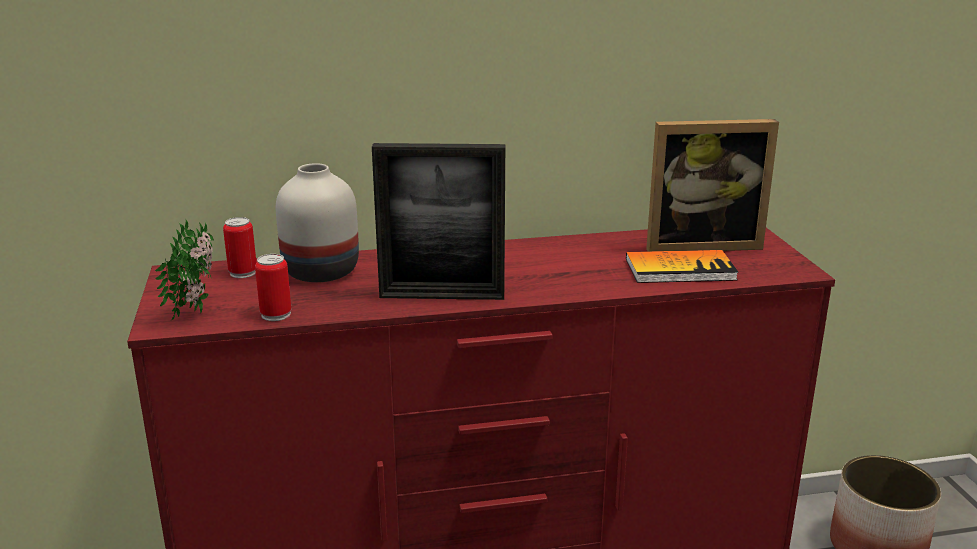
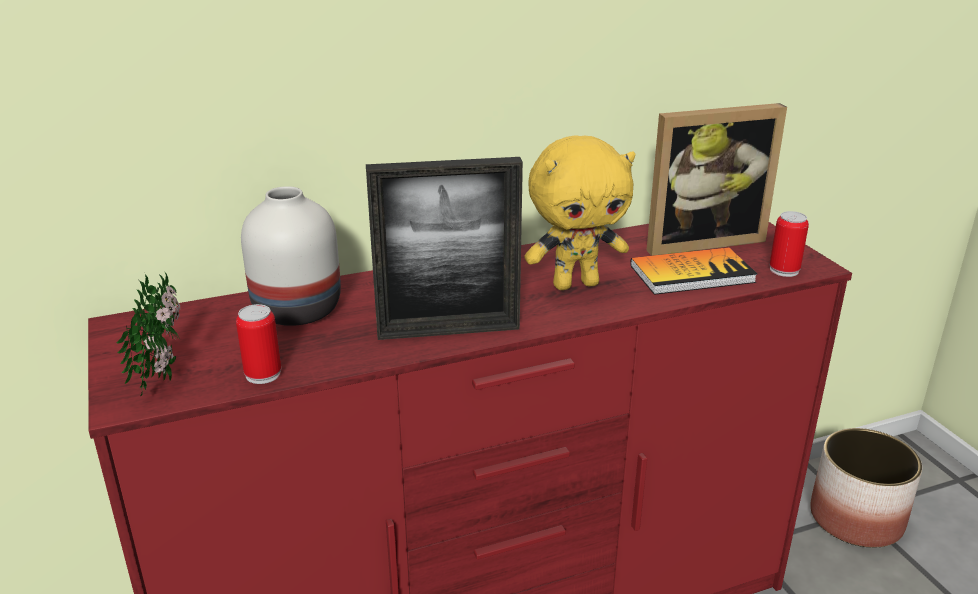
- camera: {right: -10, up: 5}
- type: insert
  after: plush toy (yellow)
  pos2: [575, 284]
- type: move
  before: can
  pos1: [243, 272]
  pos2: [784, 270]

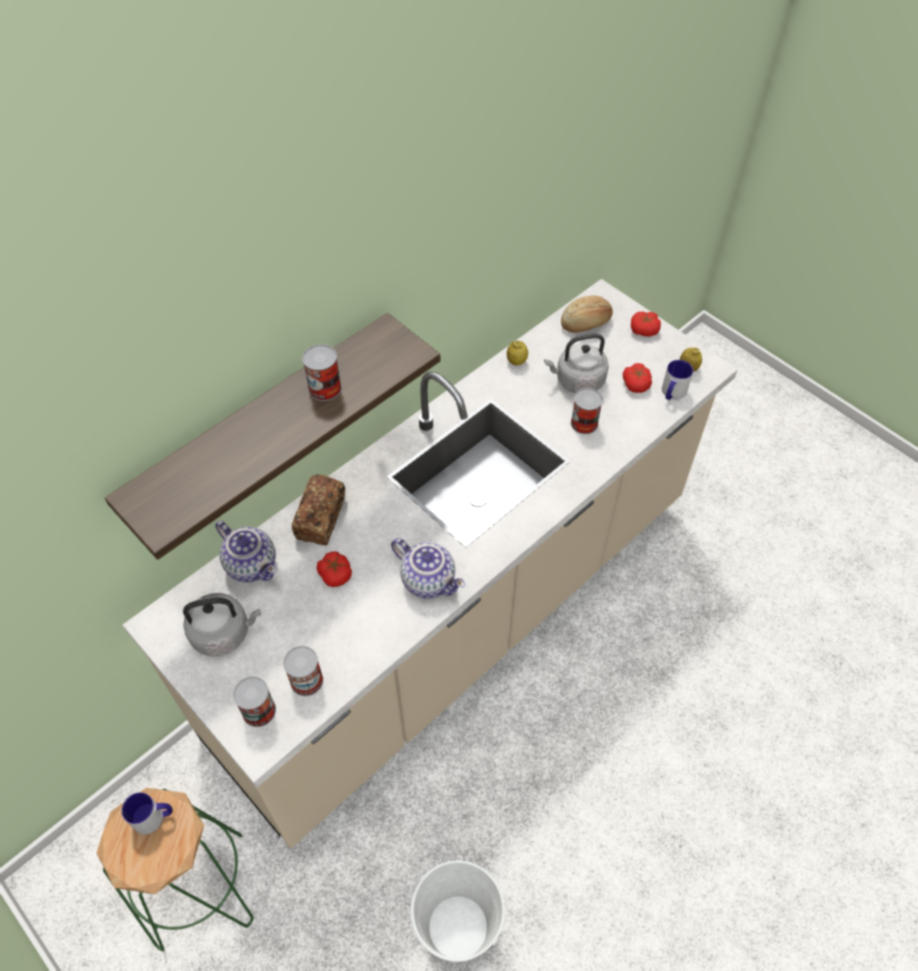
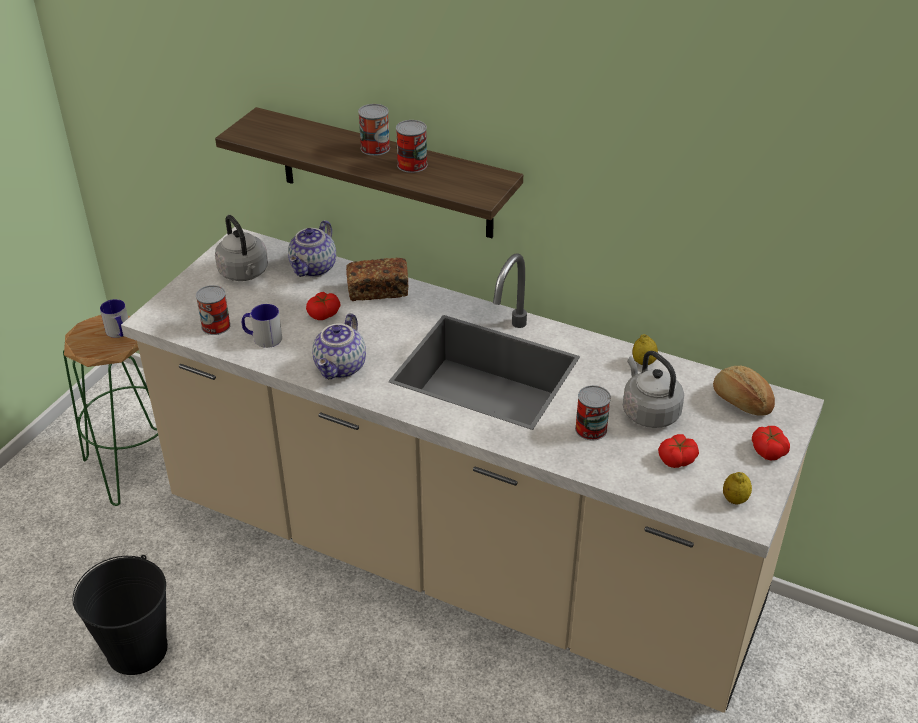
- camera: {right: 70, up: -15}
- type: move
  before: can
  pos1: [259, 711]
  pos2: [375, 148]
- type: move
  before: mug
  pos1: [672, 393]
  pos2: [262, 338]
- type: recolor
  before: bucket (white)
  after: bucket (black)
  pos1: [458, 927]
  pos2: [138, 649]

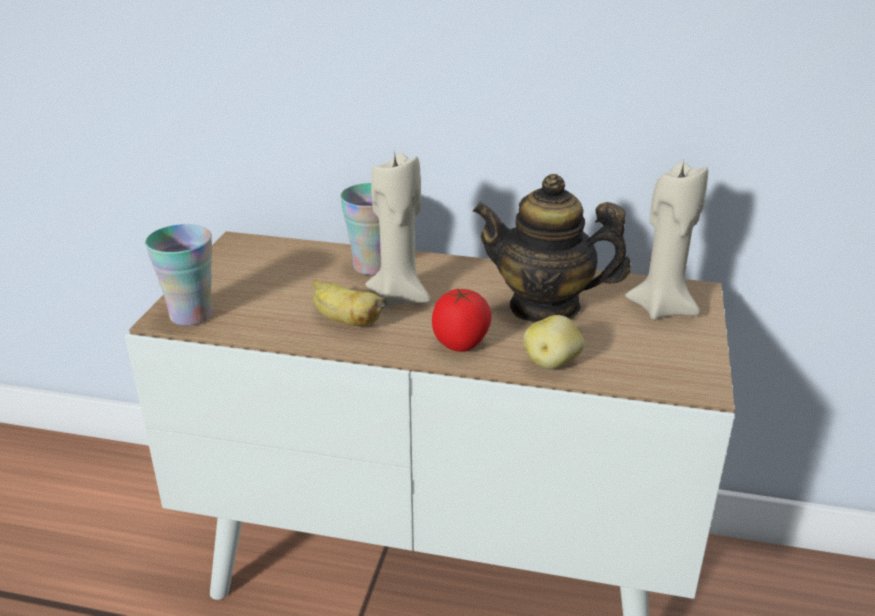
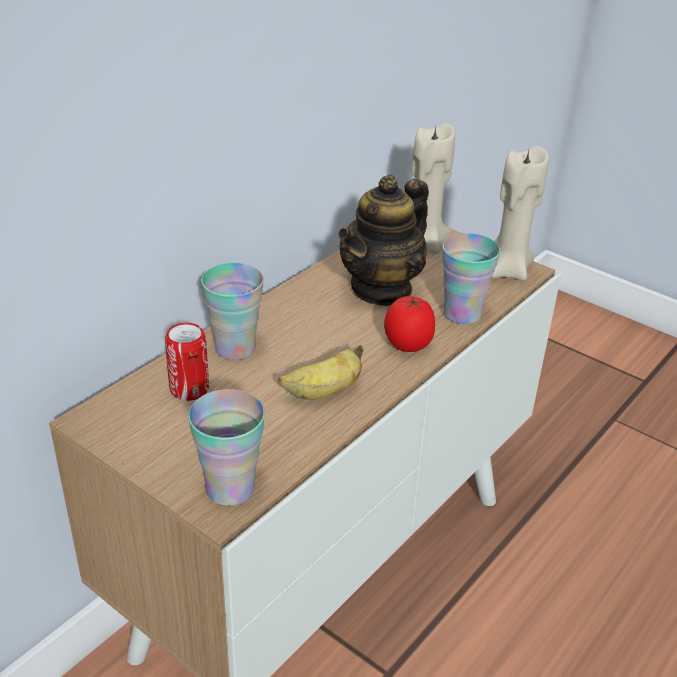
- camera: {right: -65, up: 5}
- type: insert
  after: can
  pos2: [189, 389]
- type: move
  before: candle (beige)
  pos1: [399, 296]
  pos2: [506, 271]
- type: replace
  before: potato
  after: cup
  pos1: [552, 362]
  pos2: [462, 314]

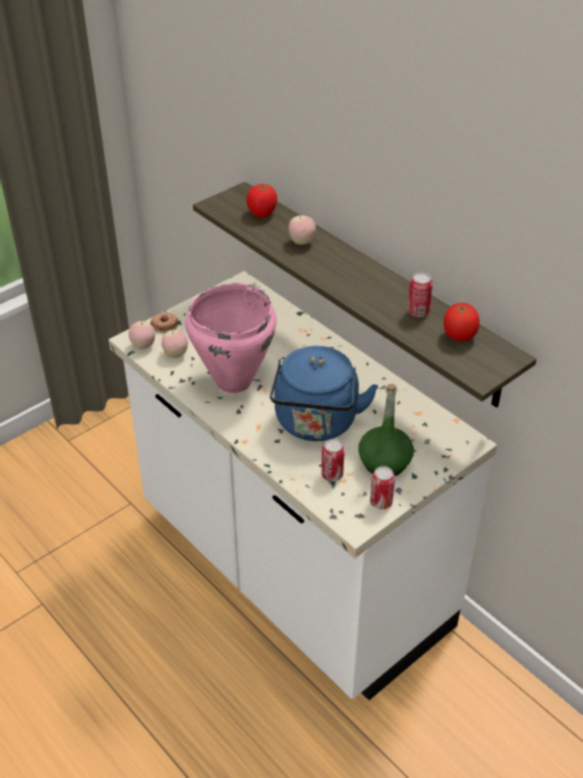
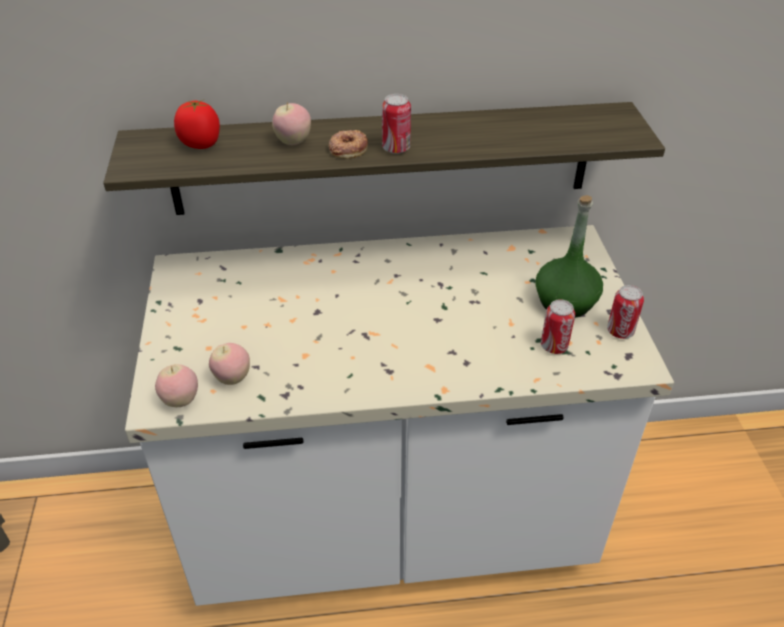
- camera: {right: -55, up: 0}
- type: delete
  before: cooking pot (pink)
  pos1: [233, 381]
- type: delete
  before: kettle (blue)
  pos1: [316, 424]
- type: delete
  before: tomato
  pos1: [459, 335]
- type: move
  before: donut
  pos1: [164, 324]
  pos2: [348, 148]
- type: move
  before: can
  pos1: [418, 312]
  pos2: [396, 148]

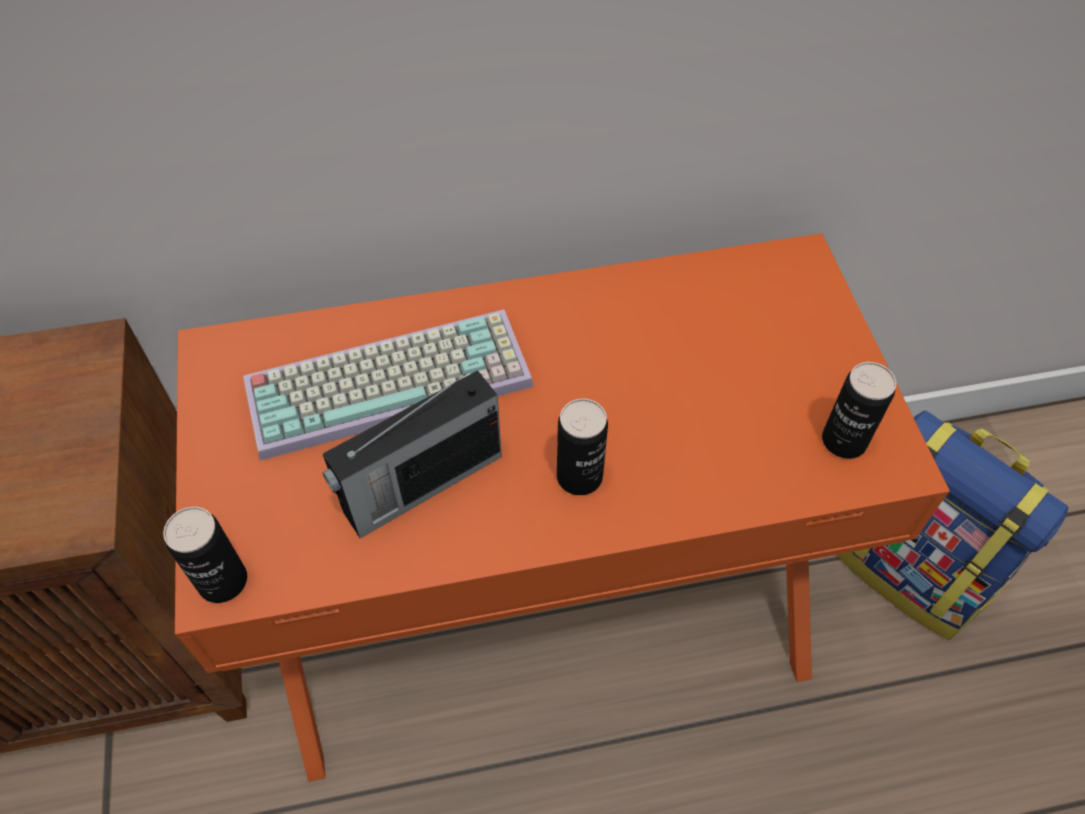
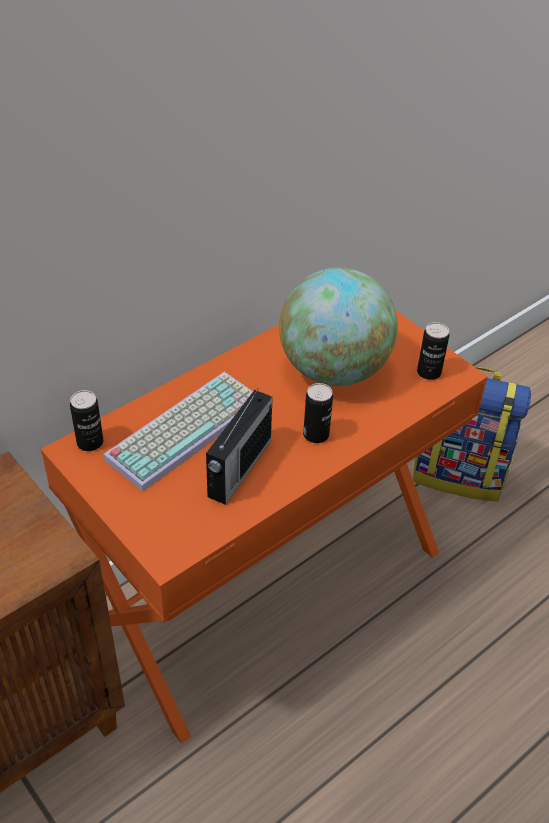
- camera: {right: -30, up: -10}
- type: insert
  after: globe
  pos2: [333, 370]
- type: move
  before: can
  pos1: [223, 581]
  pos2: [90, 442]

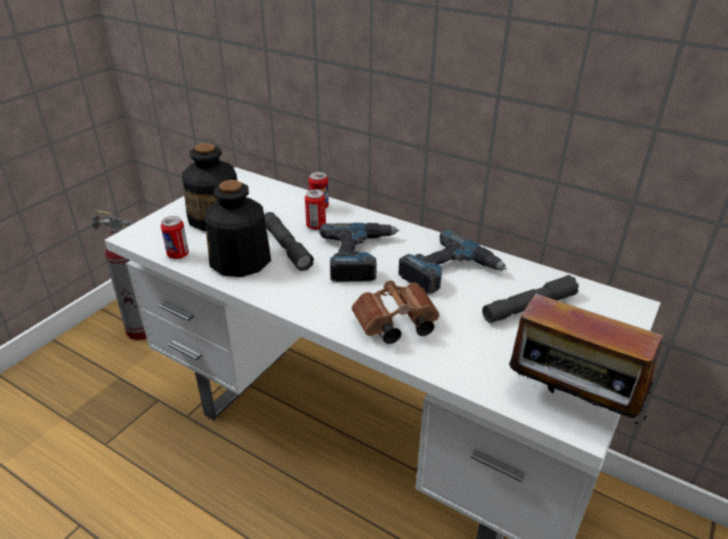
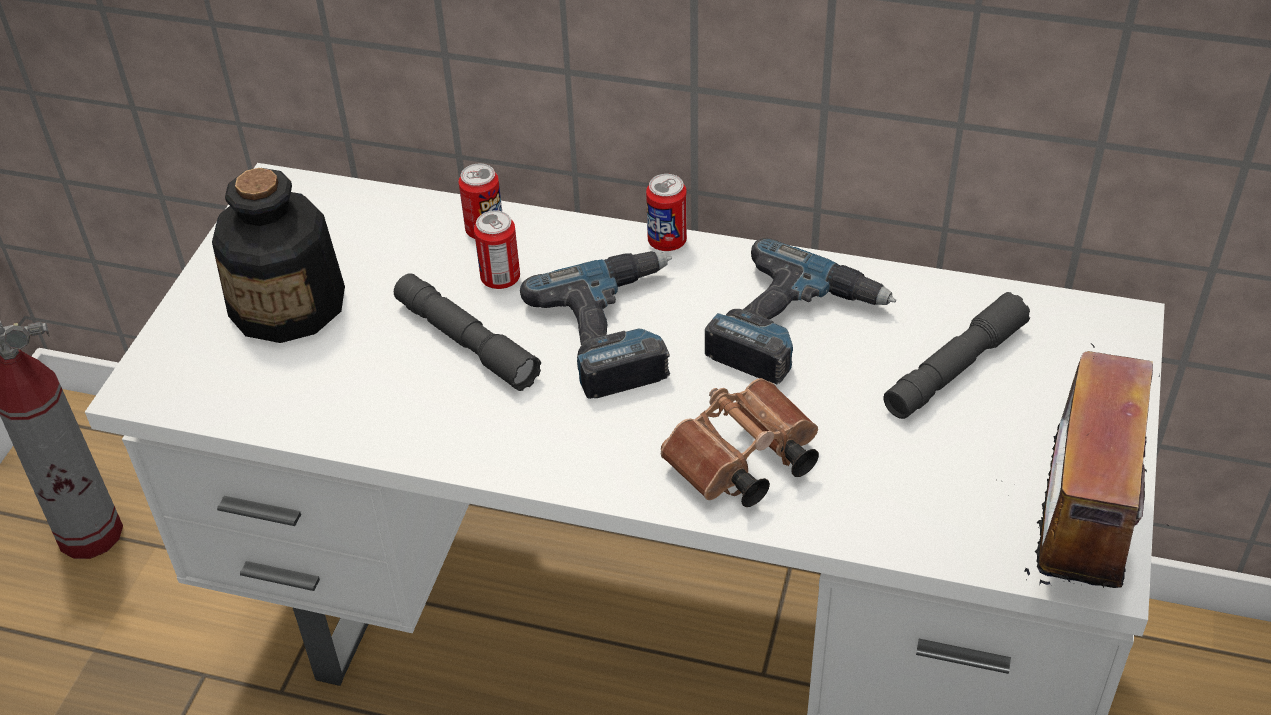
- camera: {right: -15, up: 10}
- type: delete
  before: bottle
  pos1: [241, 261]
- type: move
  before: can
  pos1: [178, 255]
  pos2: [667, 241]
- type: rotate
  before: radio
  pos1: [569, 405]
  pos2: [1074, 542]
  turn: 90

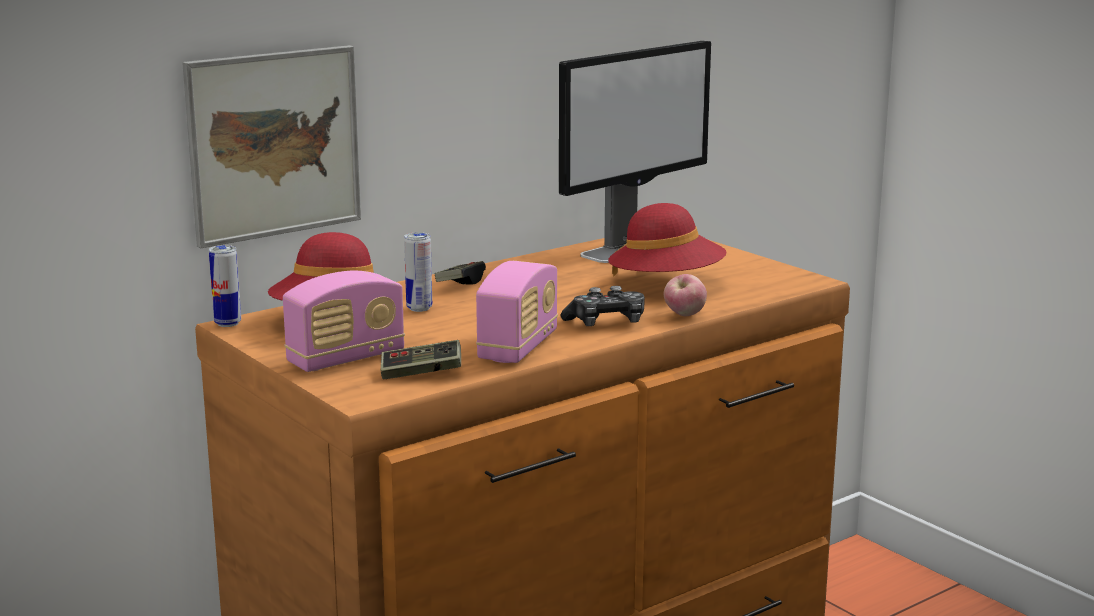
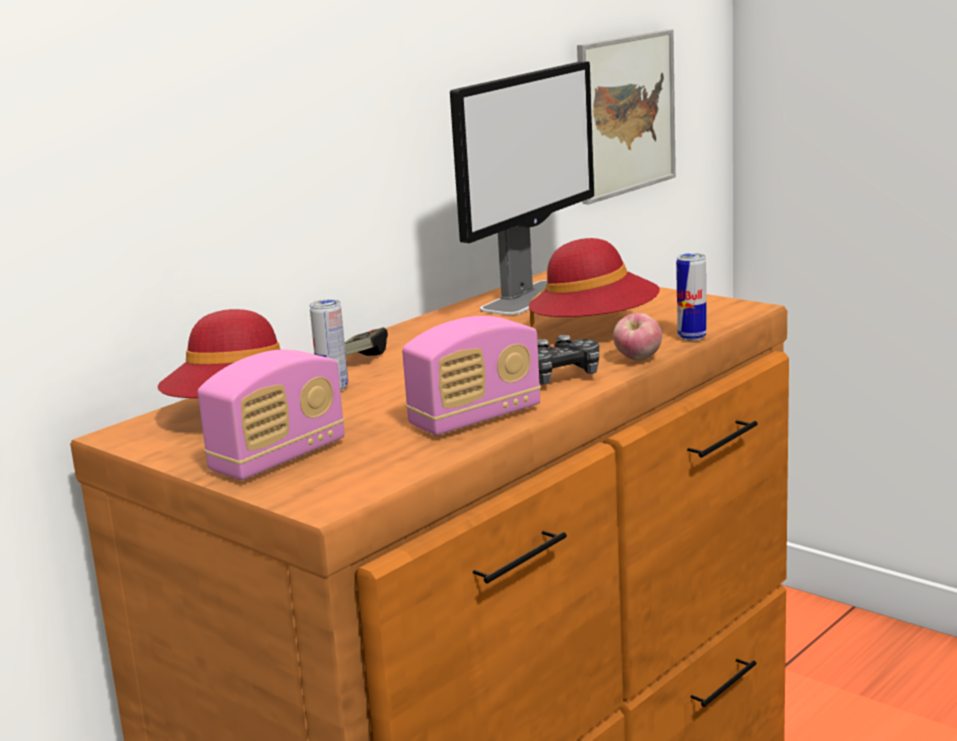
- camera: {right: -10, up: 0}
- type: delete
  before: game controller
  pos1: [421, 373]
- type: move
  before: picture
  pos1: [274, 144]
  pos2: [625, 114]
- type: move
  before: can
  pos1: [228, 323]
  pos2: [692, 337]
- type: rotate
  before: radio
  pos1: [518, 347]
  pos2: [475, 418]
  turn: 45

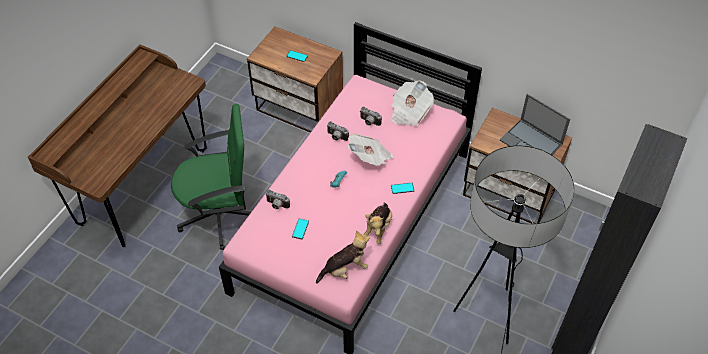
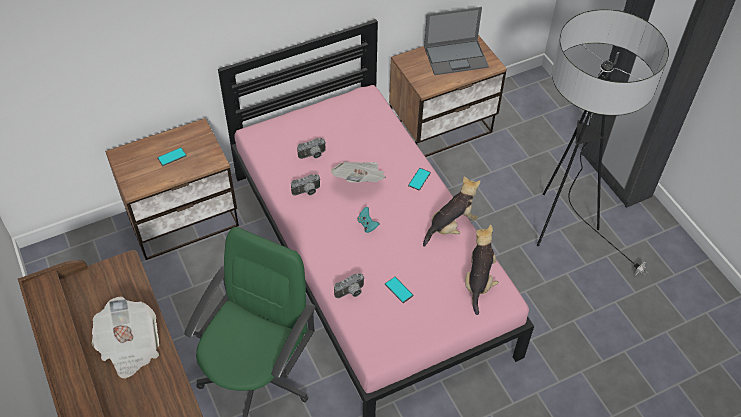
- camera: {right: -55, up: 0}
- type: move
  before: newspaper
  pos1: [409, 112]
  pos2: [129, 346]
- type: rotate
  before: plush toy
  pos1: [378, 228]
  pos2: [451, 226]
  turn: -90

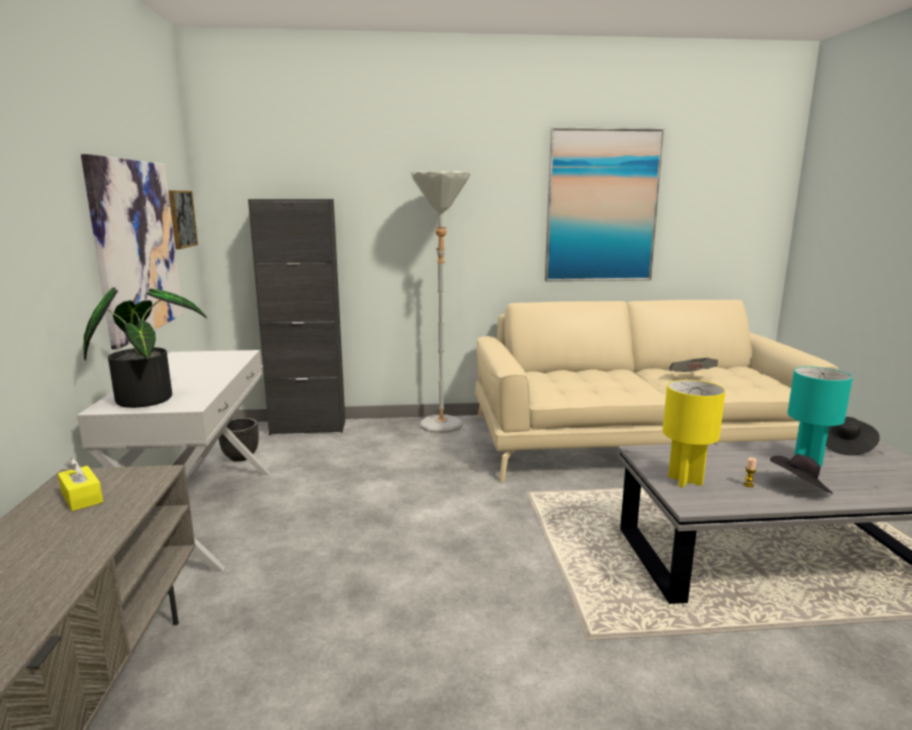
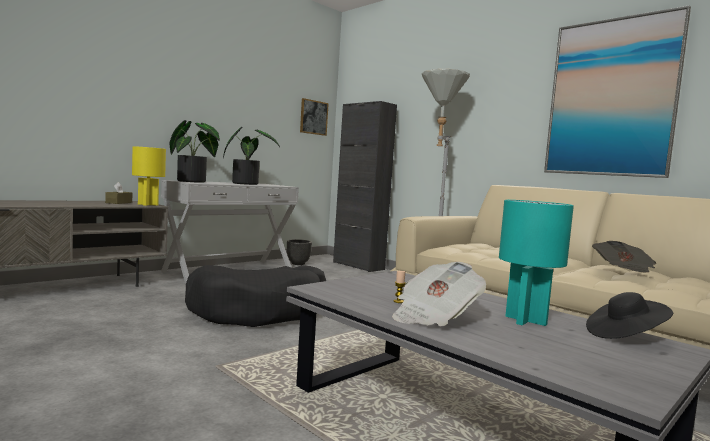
- camera: {right: 50, up: -10}
- type: delete
  before: picture
  pos1: [136, 247]
- type: insert
  after: dog bed (black)
  pos2: [259, 311]
- type: insert
  after: potted plant
  pos2: [247, 184]
- type: move
  before: table lamp (yellow)
  pos1: [685, 481]
  pos2: [147, 204]
- type: replace
  before: hat (black)
  after: newspaper
  pos1: [799, 488]
  pos2: [434, 317]
- type: recolor
  before: tissue box (yellow)
  after: tissue box (brown)
  pos1: [82, 497]
  pos2: [119, 202]

